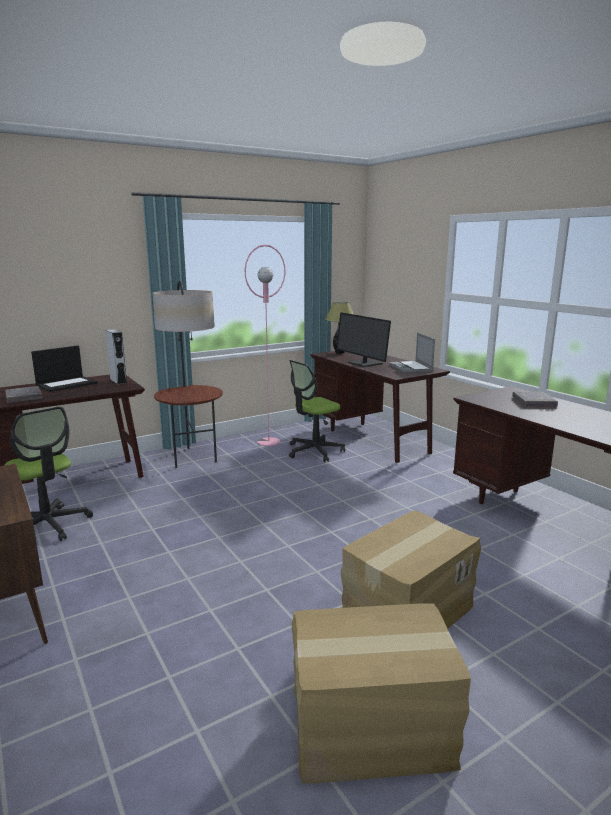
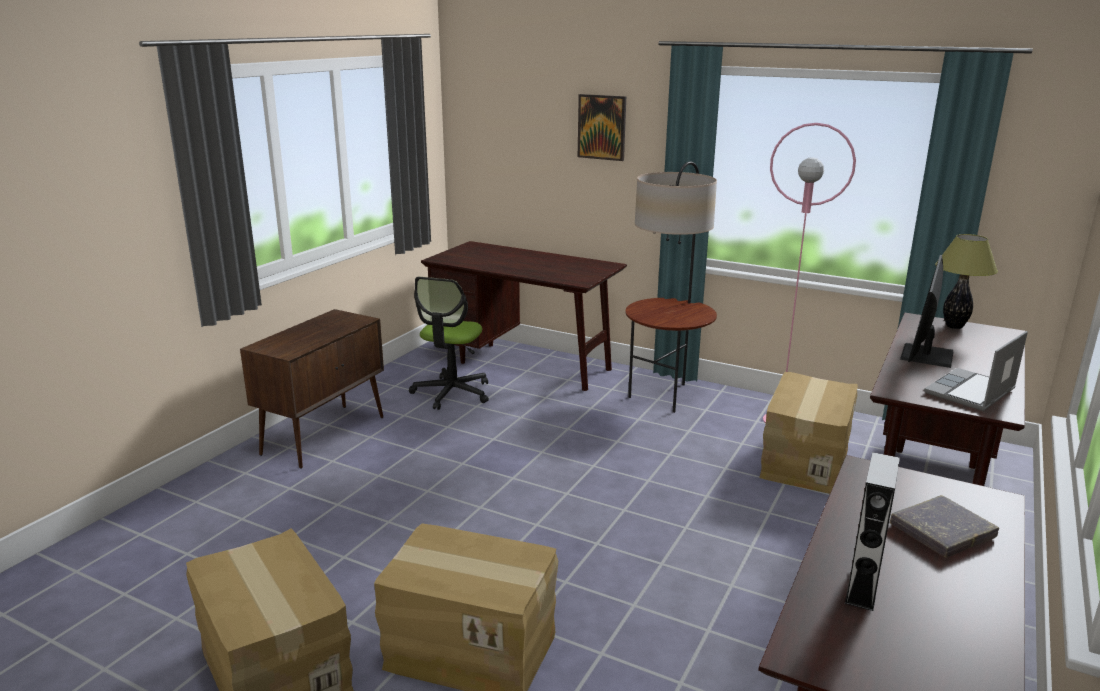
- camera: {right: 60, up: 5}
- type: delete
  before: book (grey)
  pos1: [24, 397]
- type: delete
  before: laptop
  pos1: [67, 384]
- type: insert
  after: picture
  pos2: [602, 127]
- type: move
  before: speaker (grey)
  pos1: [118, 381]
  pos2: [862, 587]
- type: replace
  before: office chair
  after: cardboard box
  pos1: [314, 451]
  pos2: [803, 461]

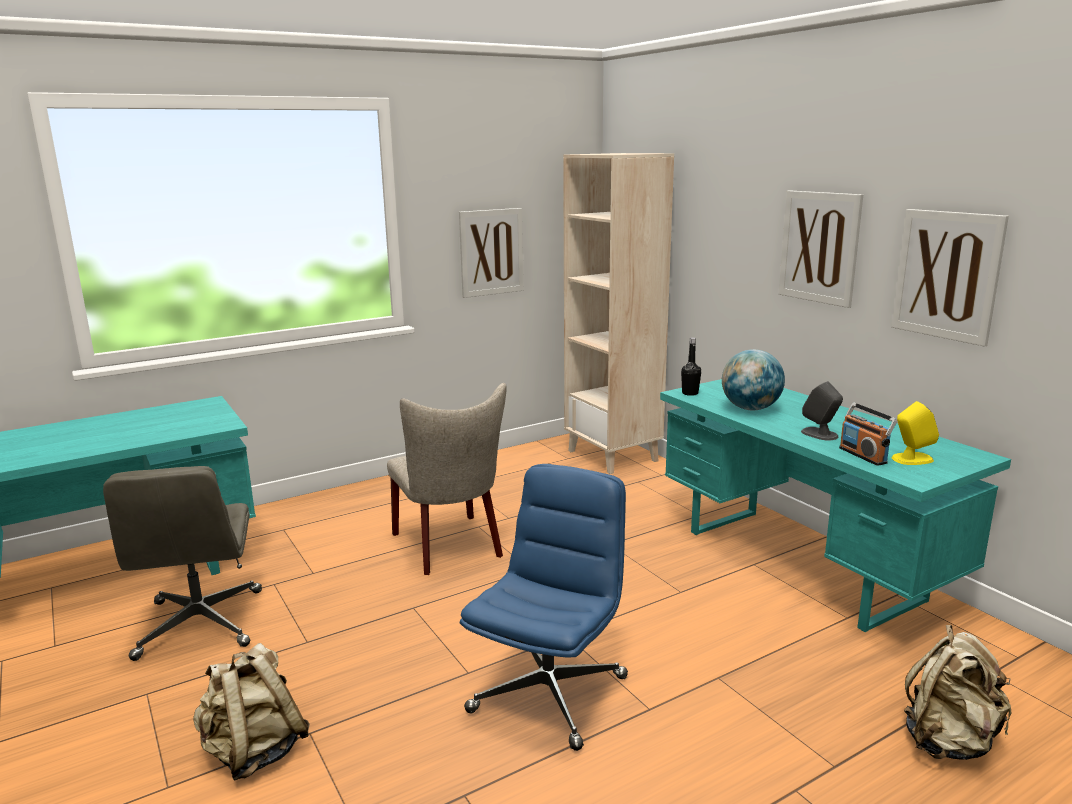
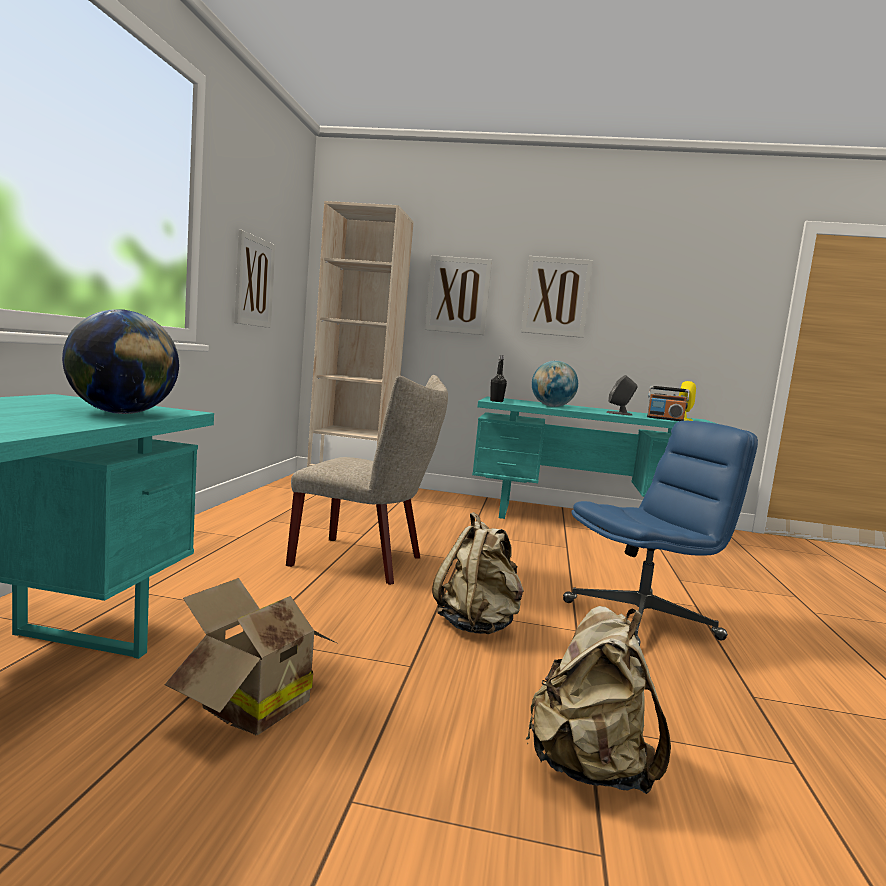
- camera: {right: -50, up: -10}
- type: insert
  after: globe
  pos2: [121, 413]
- type: move
  before: picture
  pos1: [947, 275]
  pos2: [458, 295]
- type: move
  before: backpack (beige)
  pos1: [949, 741]
  pos2: [477, 625]
- type: replace
  before: office chair (grey)
  after: cardboard box
  pos1: [200, 625]
  pos2: [248, 706]
- type: rotate
  before: office chair (blue)
  pos1: [549, 693]
  pos2: [641, 620]
  turn: 90

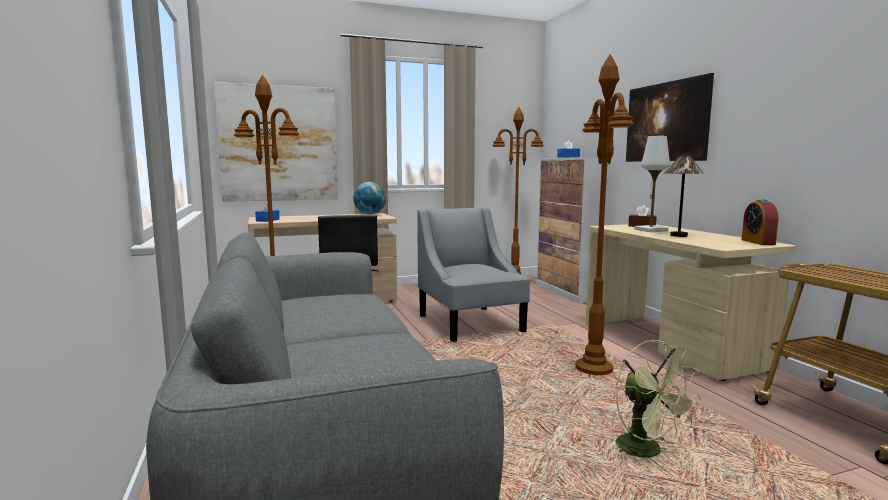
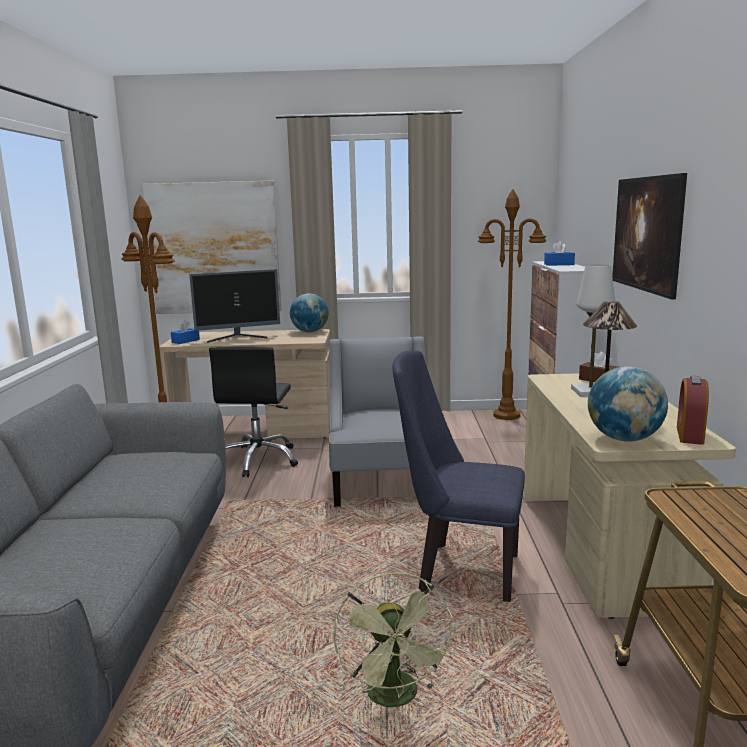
- camera: {right: 20, up: 5}
- type: insert
  after: monitor
  pos2: [238, 338]
- type: insert
  after: globe
  pos2: [624, 439]
- type: replace
  before: floor lamp (brown)
  after: chair (blue)
  pos1: [593, 368]
  pos2: [459, 570]

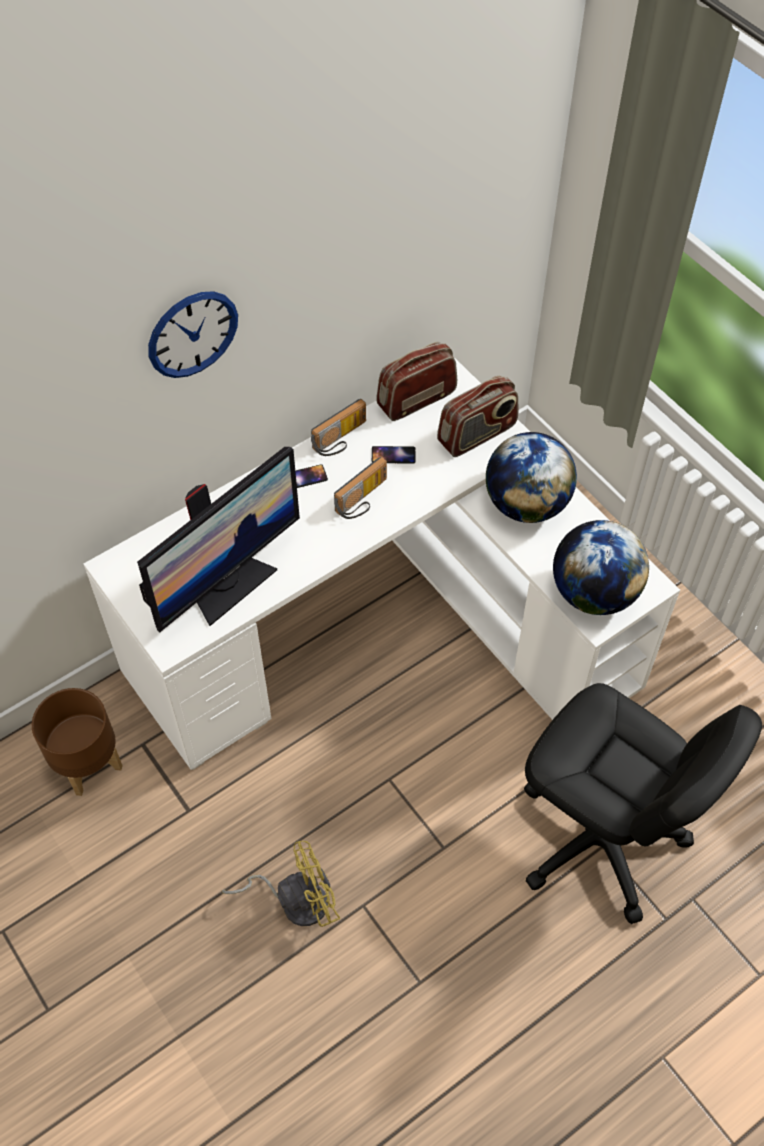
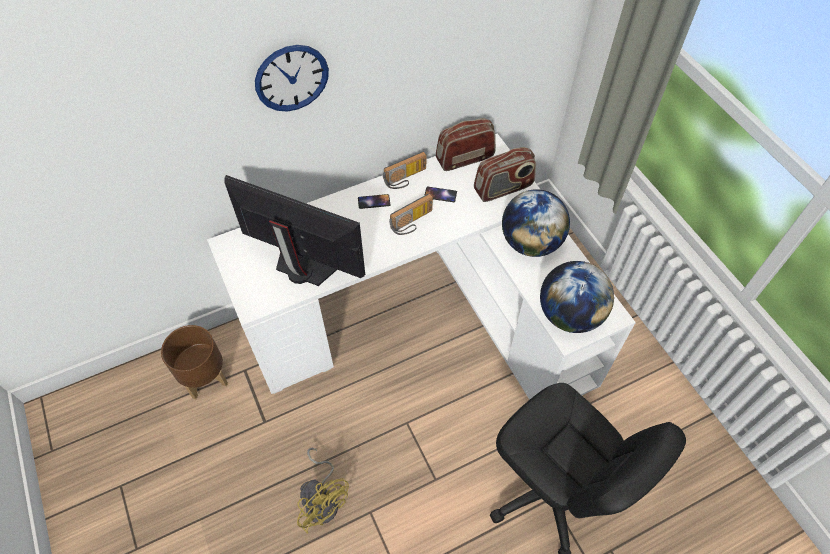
- camera: {right: 10, up: 0}
- type: rotate
  before: monitor
  pos1: [228, 584]
  pos2: [303, 268]
  turn: -120
- type: rotate
  before: fan (yellow)
  pos1: [295, 900]
  pos2: [324, 499]
  turn: 60

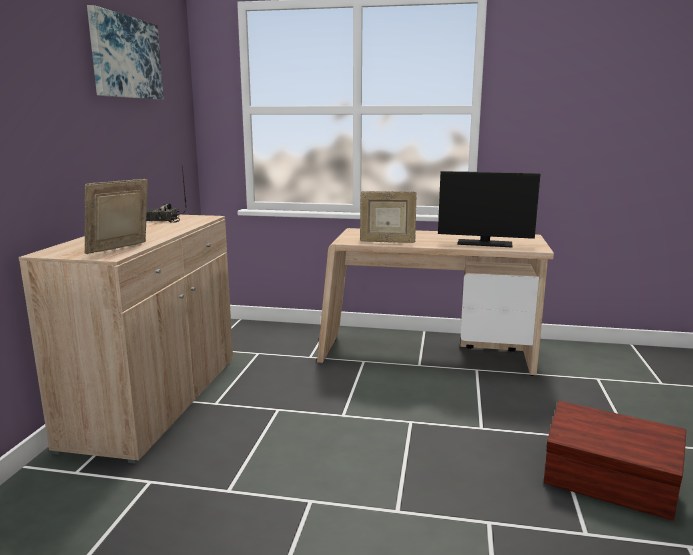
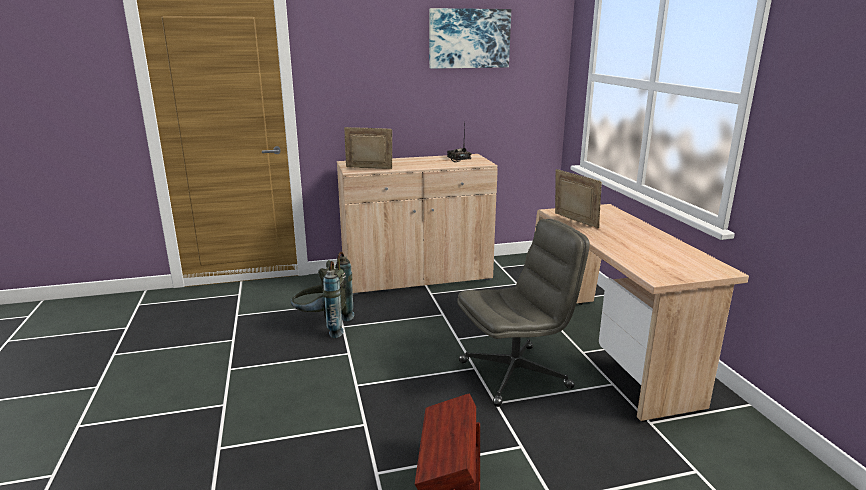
- camera: {right: 65, up: 5}
- type: delete
  before: monitor
  pos1: [484, 243]
- type: insert
  after: backpack (grey)
  pos2: [323, 326]
- type: insert
  after: office chair (grey)
  pos2: [515, 374]
- type: rotate
  before: picture frame
  pos1: [387, 242]
  pos2: [574, 222]
  turn: 150

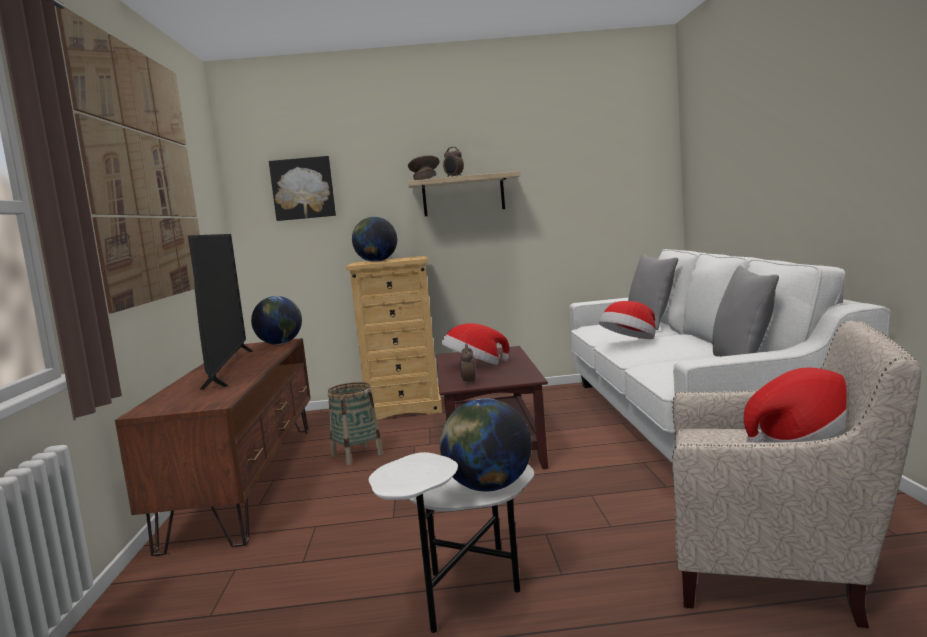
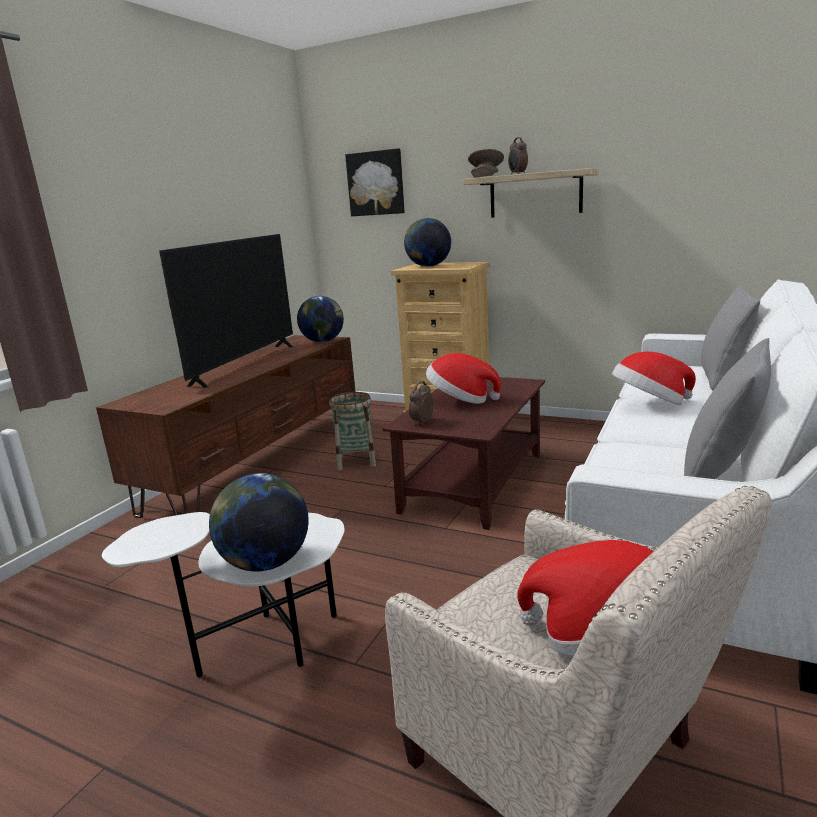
- camera: {right: 30, up: 10}
- type: delete
  before: picture
  pos1: [144, 174]

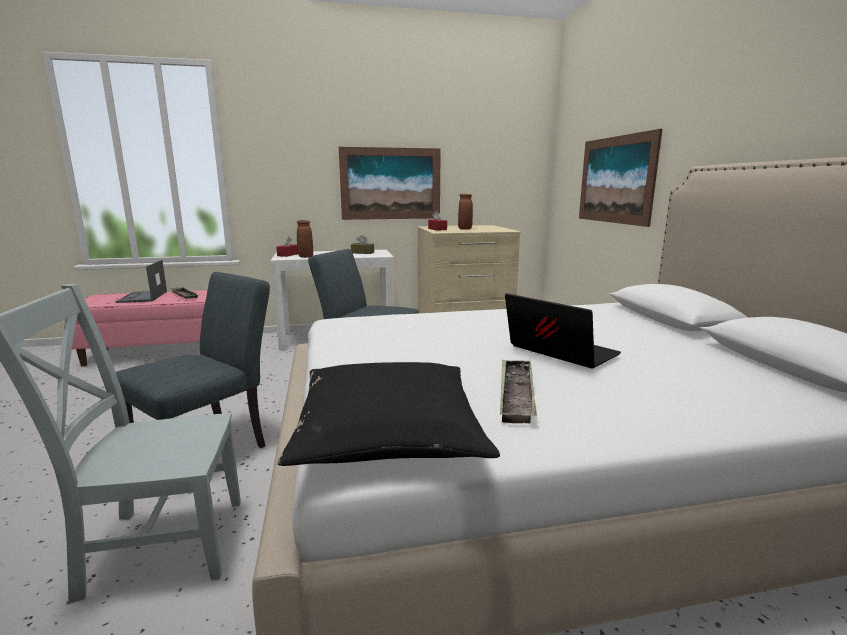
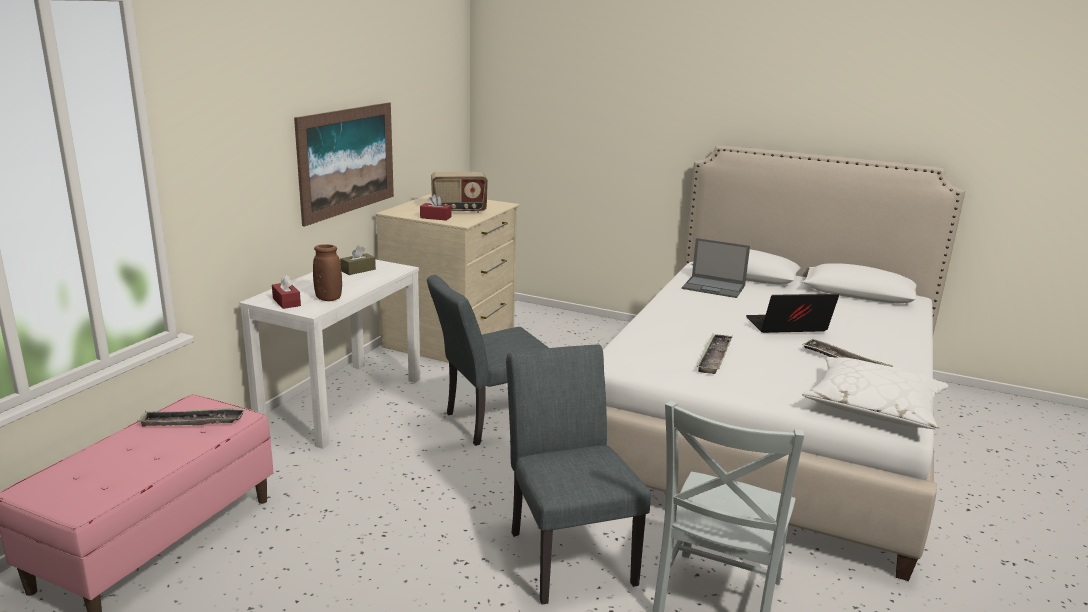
- camera: {right: -55, up: 5}
- type: delete
  before: picture
  pos1: [615, 180]
- type: insert
  after: tray
  pos2: [714, 357]
- type: move
  before: laptop
  pos1: [142, 297]
  pos2: [714, 287]
- type: replace
  before: vase (brown)
  after: radio
  pos1: [465, 229]
  pos2: [459, 211]
- type: recolor
  before: pillow (black)
  after: pillow (white)
  pos1: [388, 432]
  pos2: [873, 406]

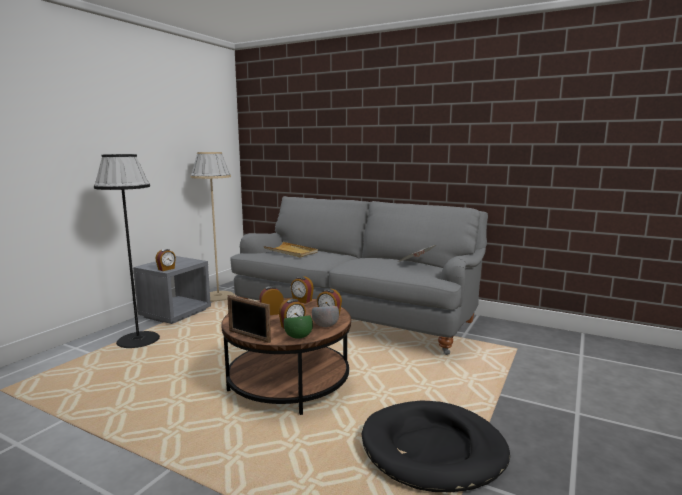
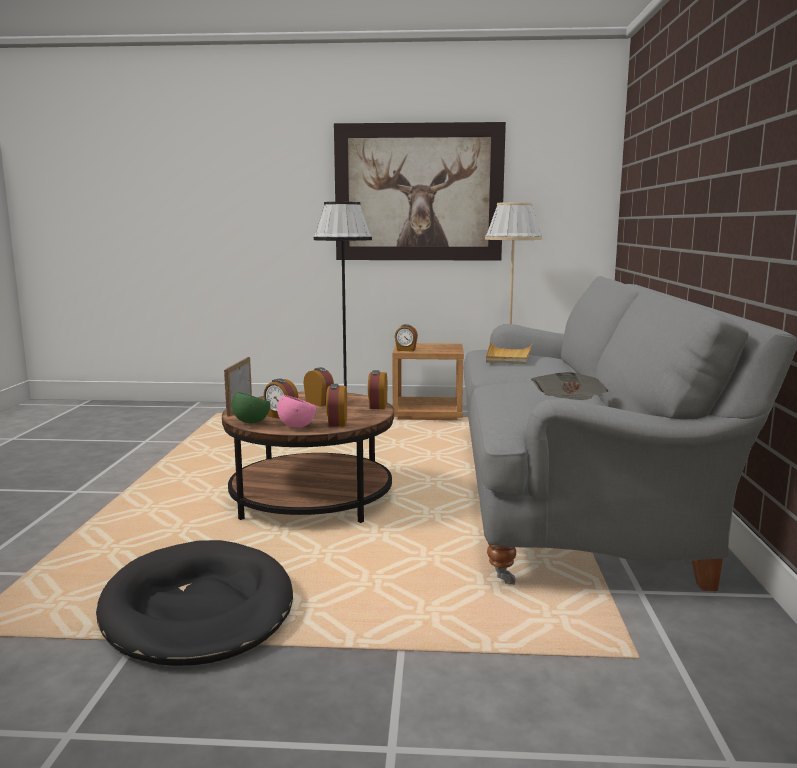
- camera: {right: 65, up: 0}
- type: insert
  after: picture
  pos2: [418, 193]
- type: recolor
  before: nightstand (grey)
  after: nightstand (brown)
  pos1: [175, 313]
  pos2: [428, 414]
- type: recolor
  before: bowl (grey)
  after: bowl (pink)
  pos1: [325, 326]
  pos2: [296, 426]

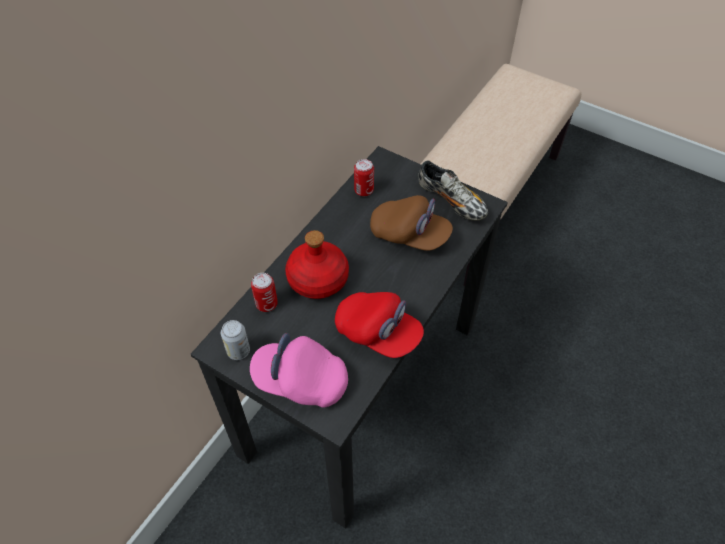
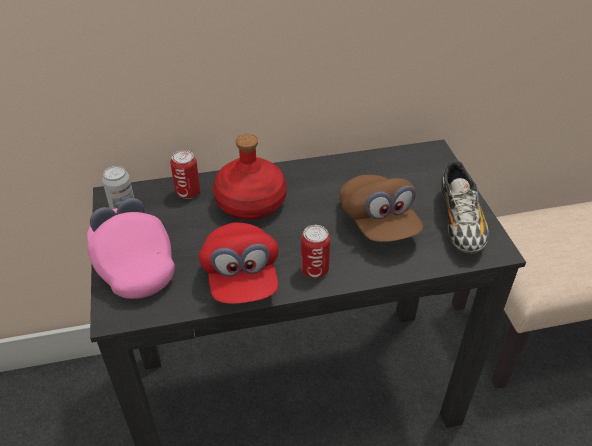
- camera: {right: 45, up: -10}
- type: move
  before: can
  pos1: [364, 190]
  pos2: [314, 270]

